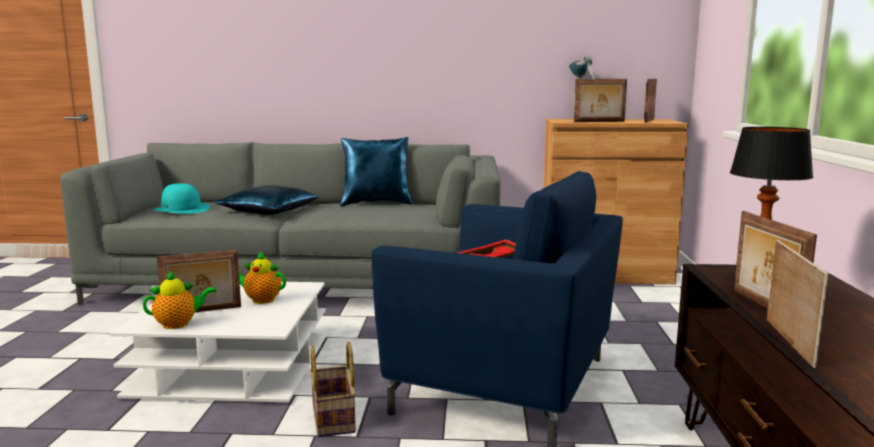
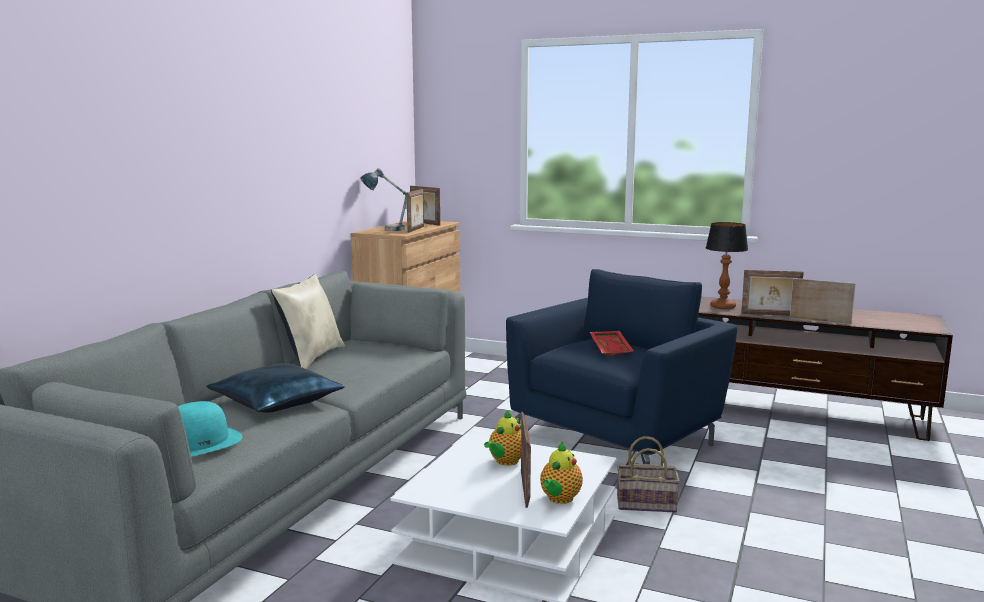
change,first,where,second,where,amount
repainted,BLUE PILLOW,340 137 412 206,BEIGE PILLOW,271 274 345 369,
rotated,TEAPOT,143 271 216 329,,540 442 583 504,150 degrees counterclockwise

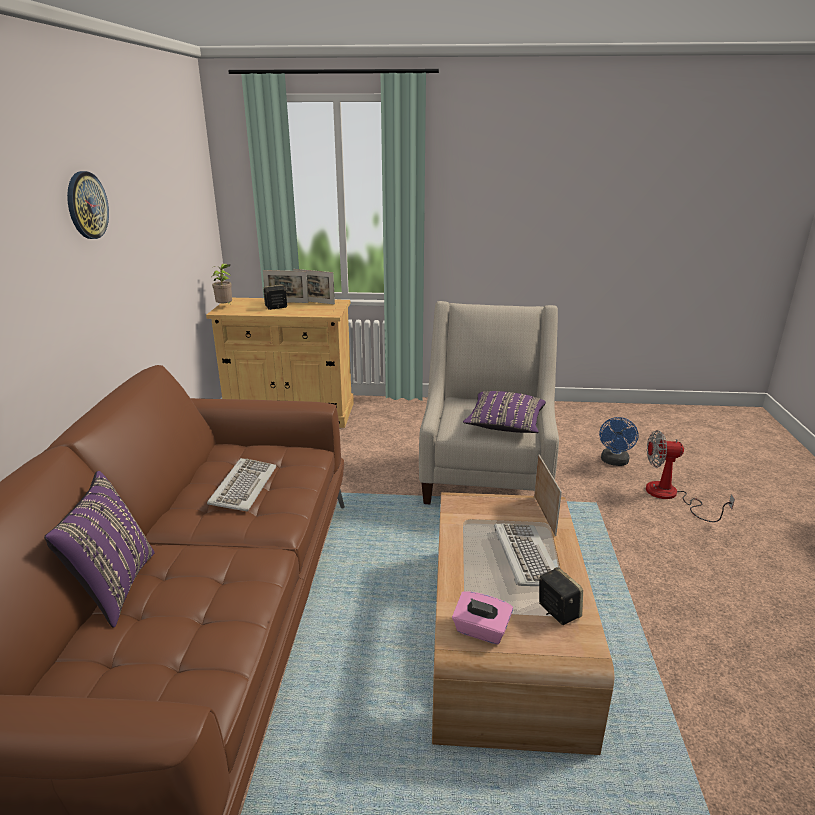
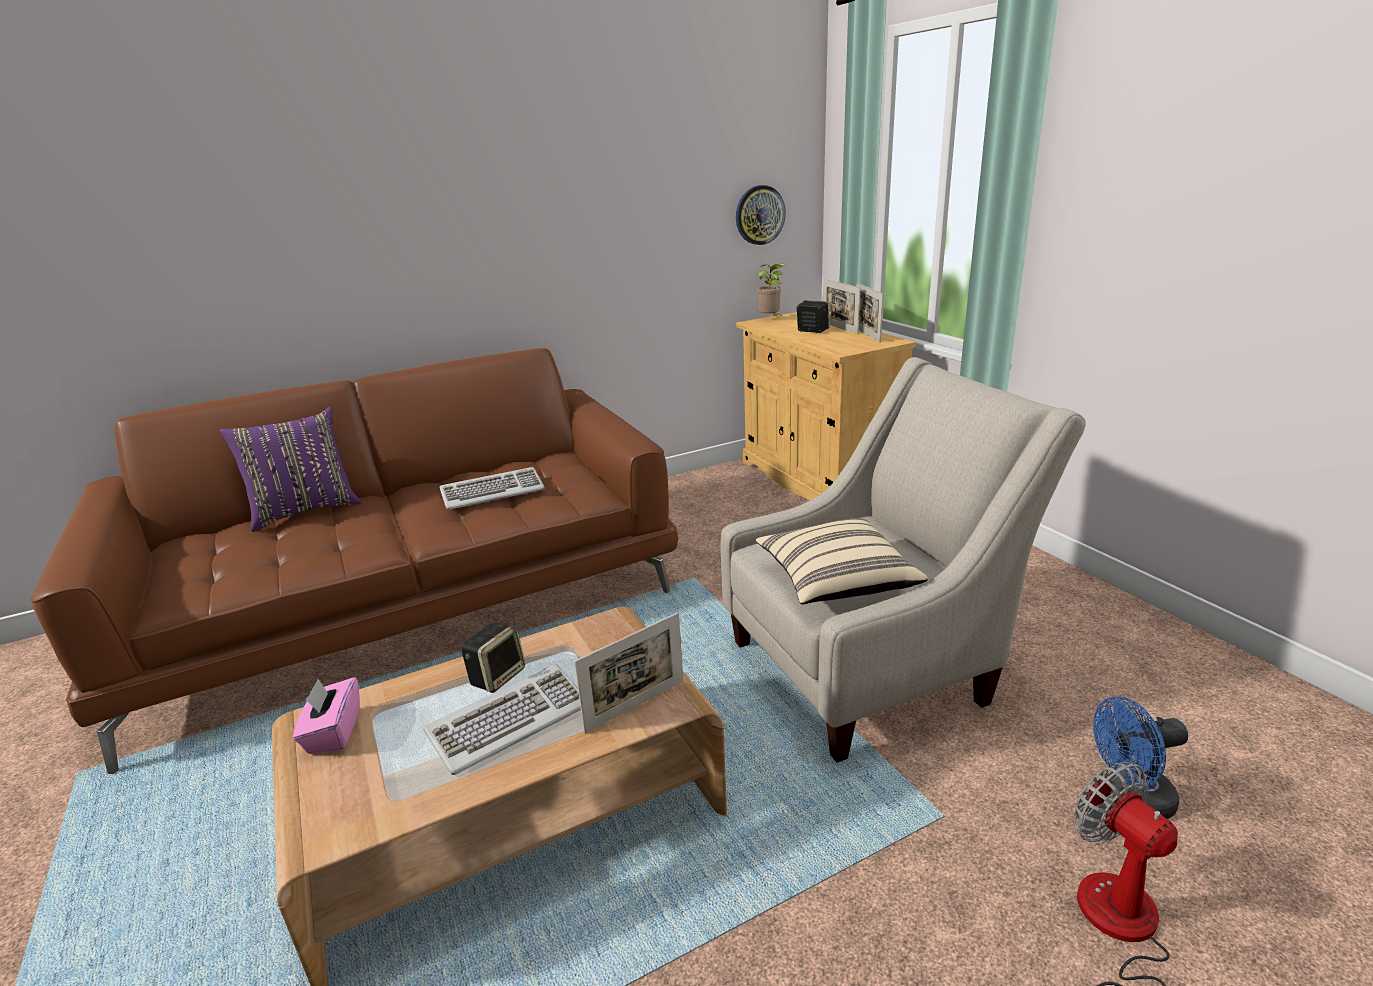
change,first,where,second,where,amount
shifted,WALL CLOCK,67 171 109 239,,736 185 786 245,
repainted,PURPLE PILLOW,463 391 546 433,BEIGE PILLOW,756 518 928 604,
shifted,SPEAKER,539 567 583 625,,461 622 525 693,

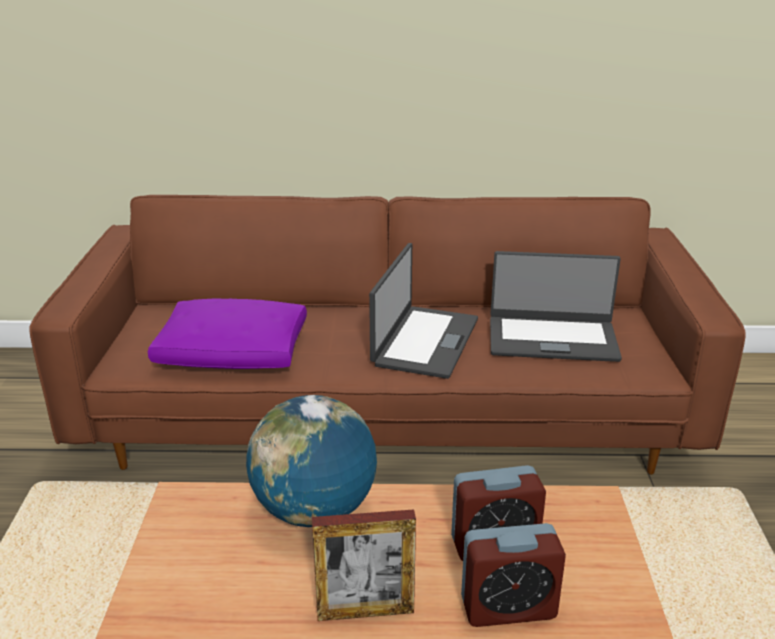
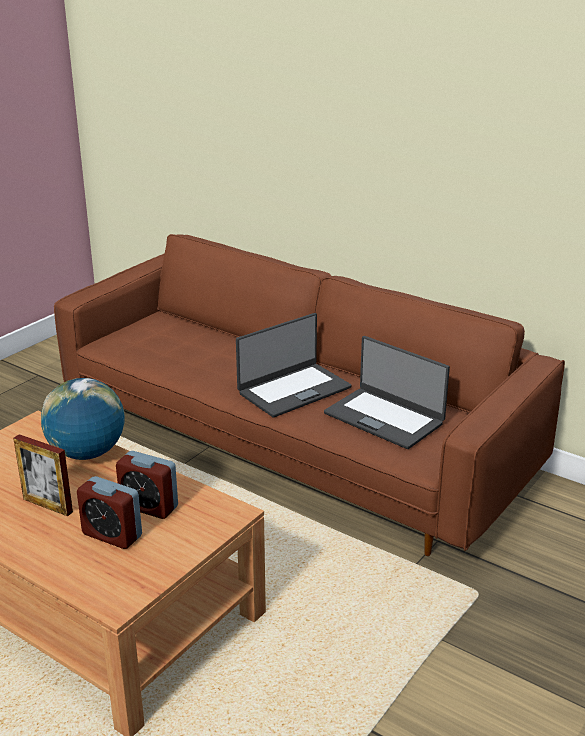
change,first,where,second,where,amount
gone,PURPLE PILLOW,148 298 307 369,,,

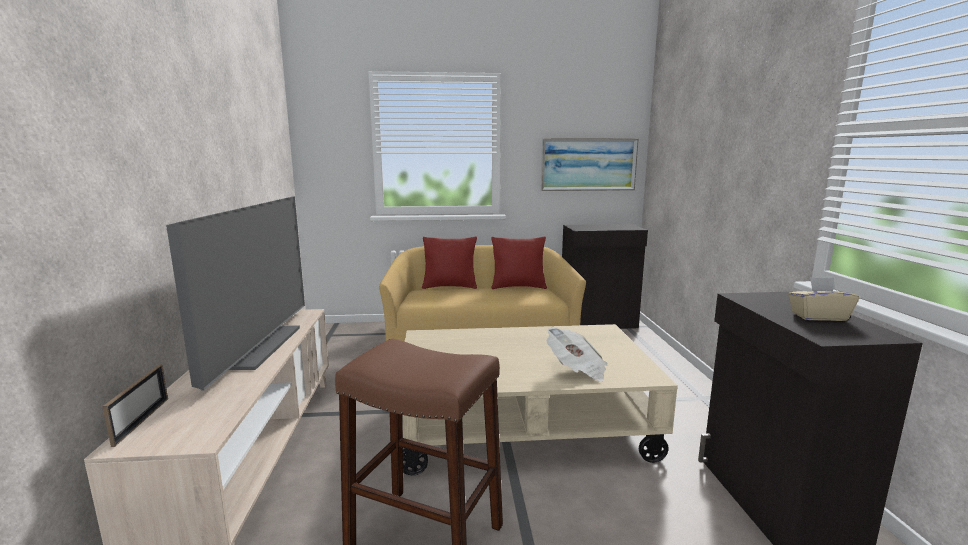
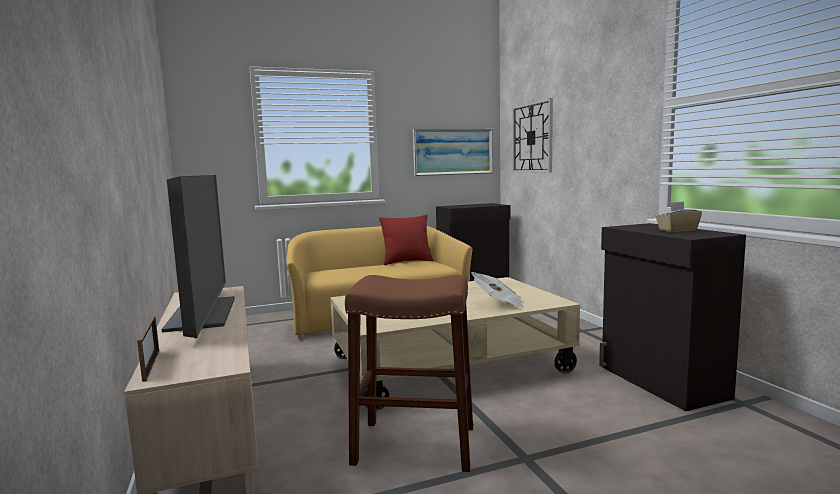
change,first,where,second,where,amount
gone,RED PILLOW,422 237 477 289,,,
new,,,WALL CLOCK,512 98 553 173,

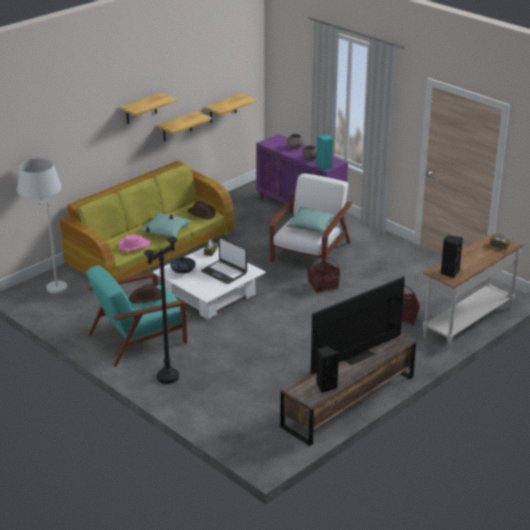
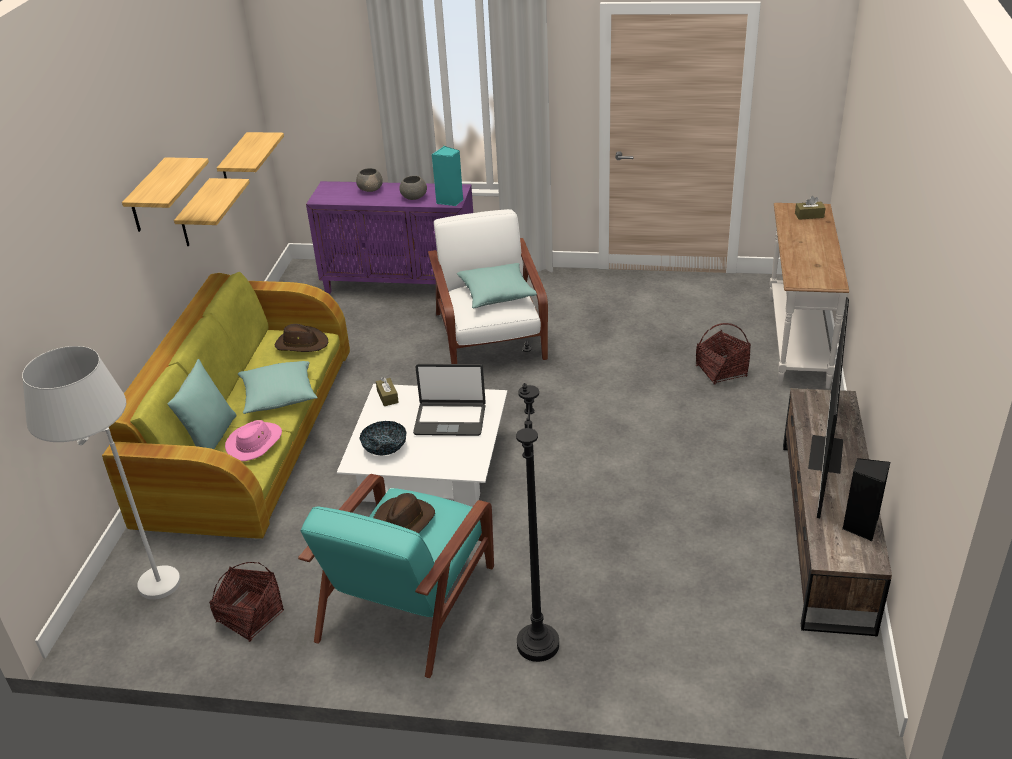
change,first,where,second,where,amount
gone,BLACK SPEAKER,441 235 463 279,,,
shifted,BASKET,308 256 340 294,,209 562 284 642,
new,,,TURQUOISE PILLOW,168 359 236 449,

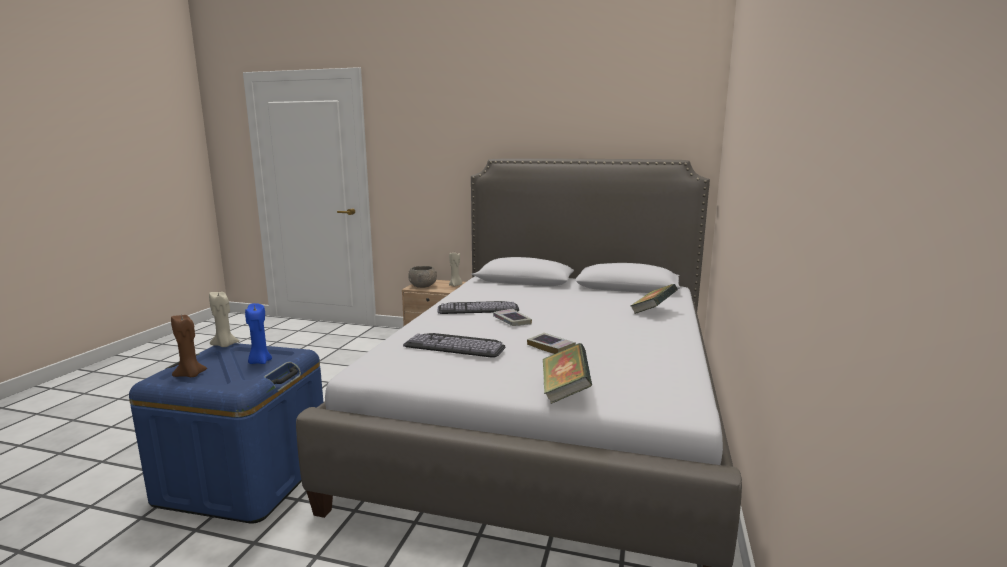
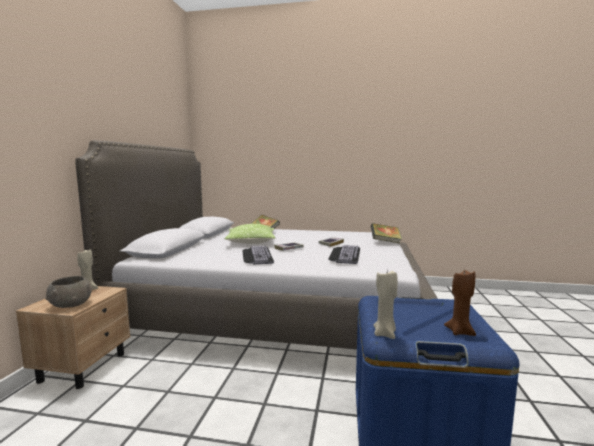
change,first,where,second,where,amount
gone,BLUE CANDLE,245 303 272 364,,,
new,,,PILLOW,224 224 276 244,

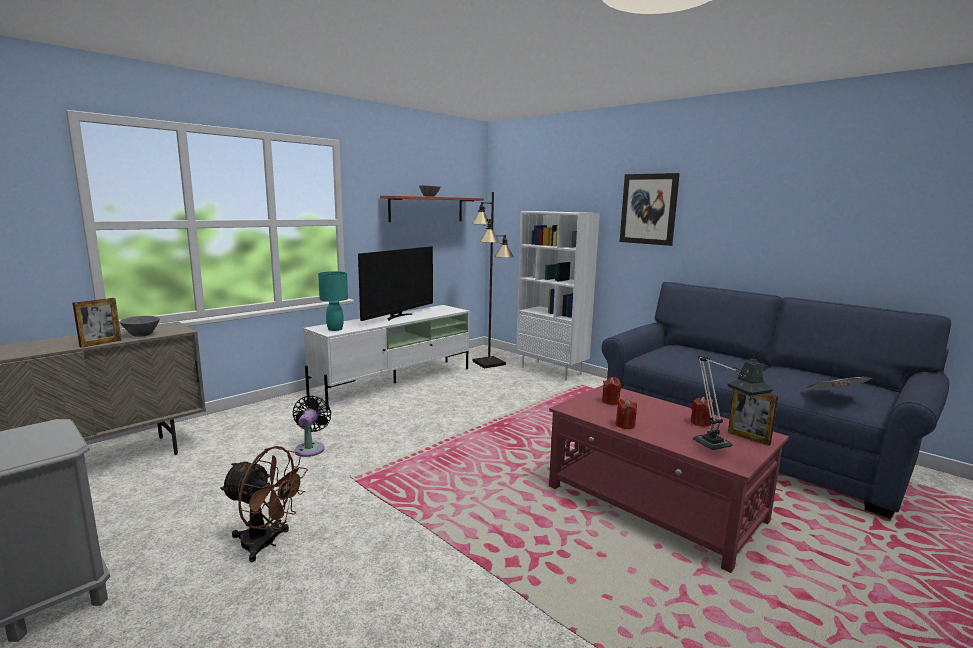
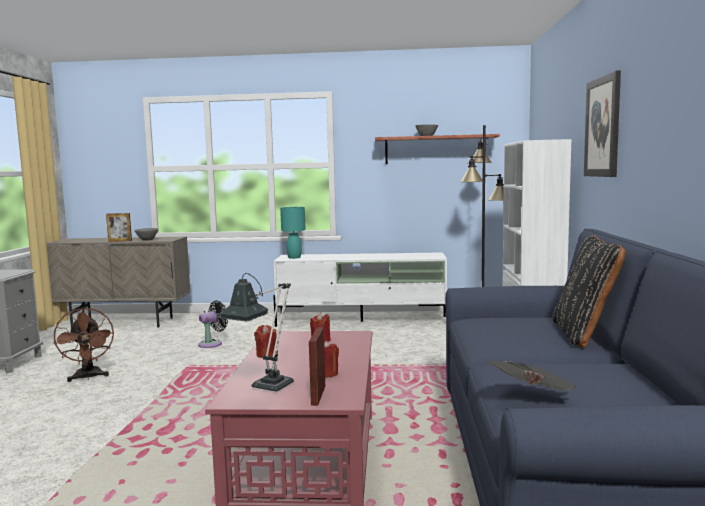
change,first,where,second,where,amount
gone,TELEVISION,358 246 433 321,,,
new,,,BLACK PILLOW,552 235 626 348,

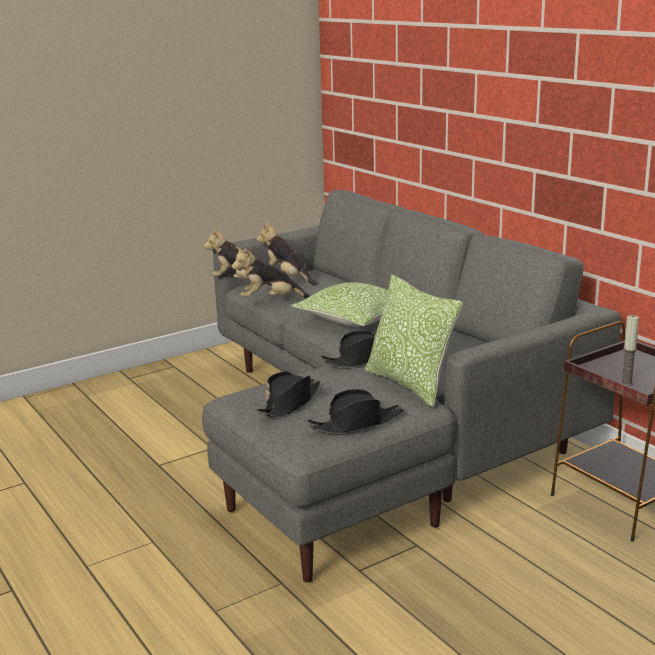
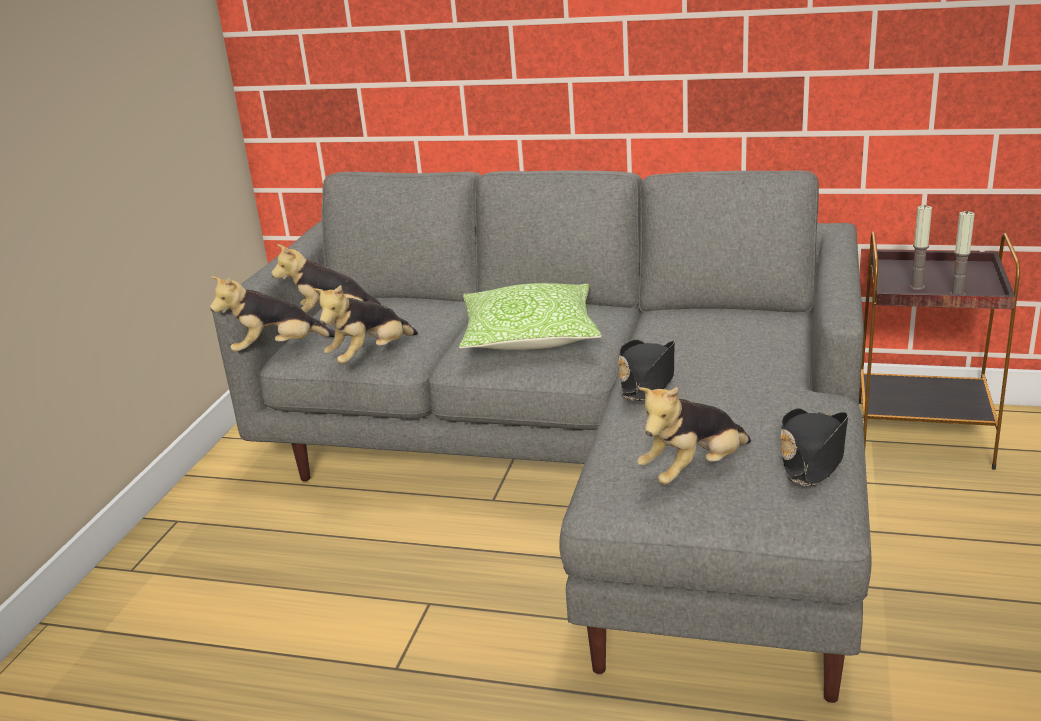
change,first,where,second,where,amount
gone,PILLOW,365 275 463 407,,,
swapped,BLACK HAT,257 371 320 417,PLUSH TOY,637 387 751 485,
new,,,CANDLE,909 206 932 290,

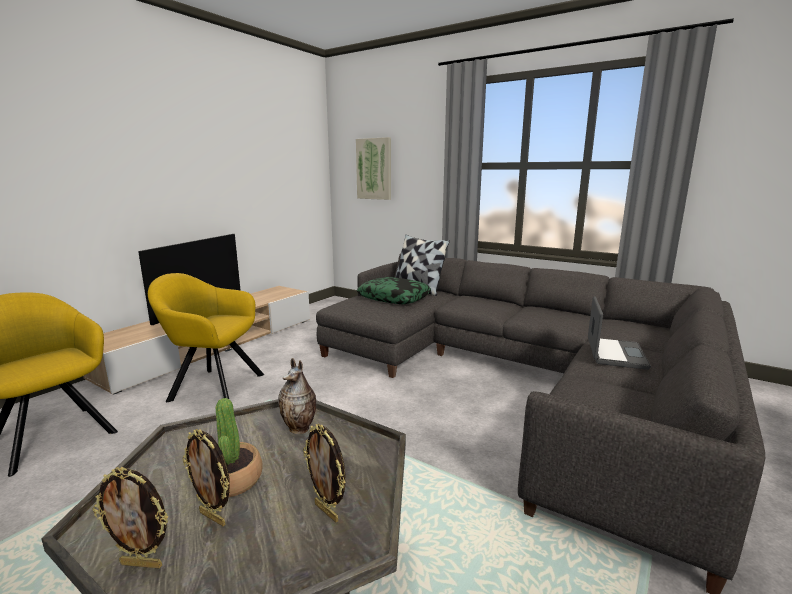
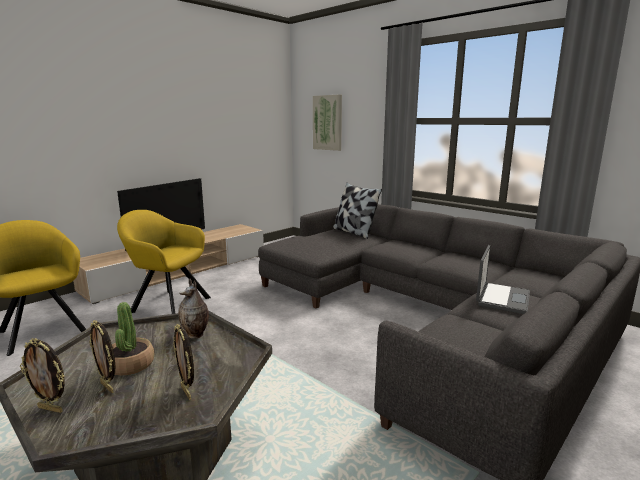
change,first,where,second,where,amount
gone,PILLOW,357 277 431 304,,,

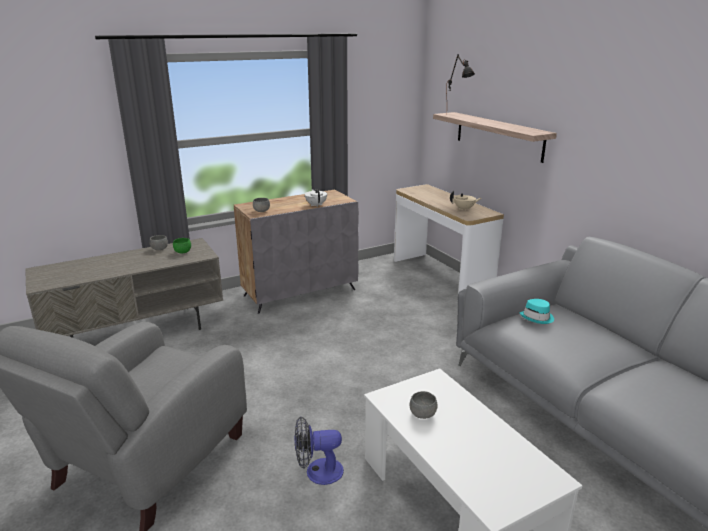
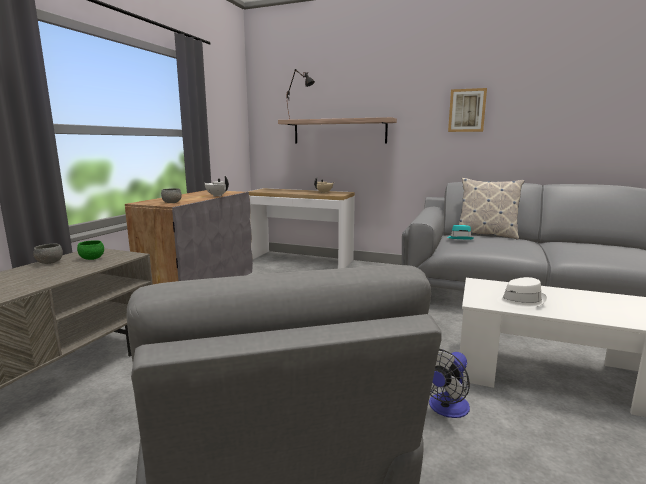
change,first,where,second,where,amount
swapped,GREY BOWL,410 391 438 419,WHITE HAT,497 277 547 308,
new,,,PICTURE,448 88 487 132,
new,,,PILLOW,459 178 525 240,

